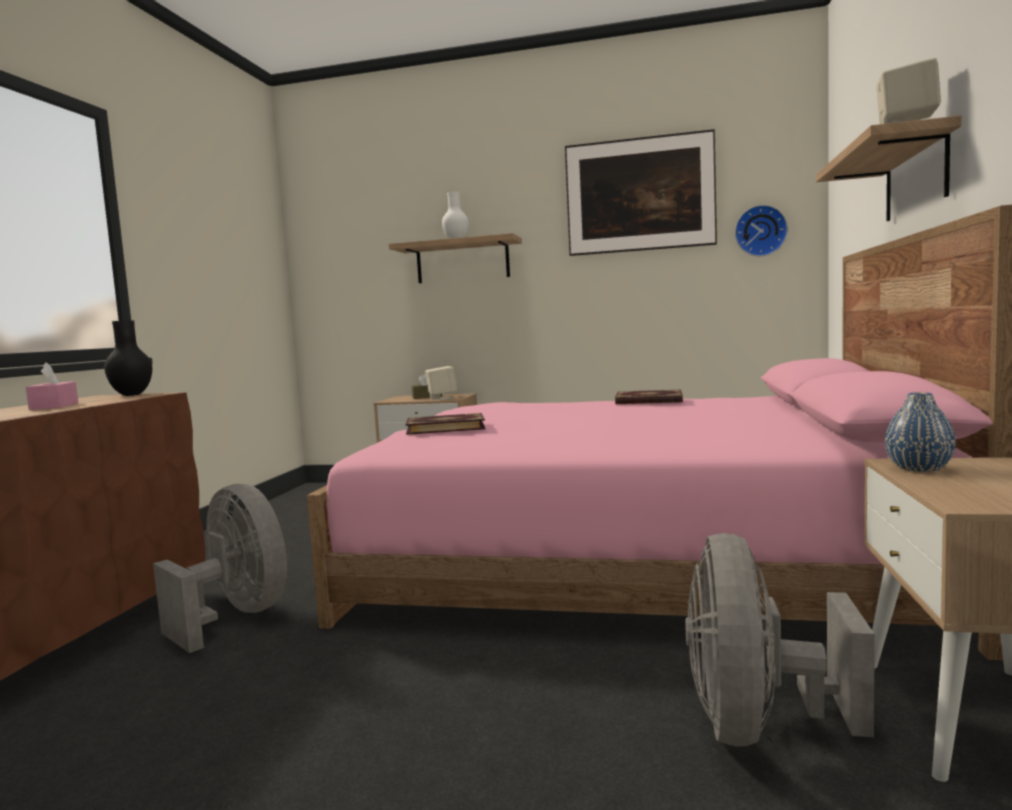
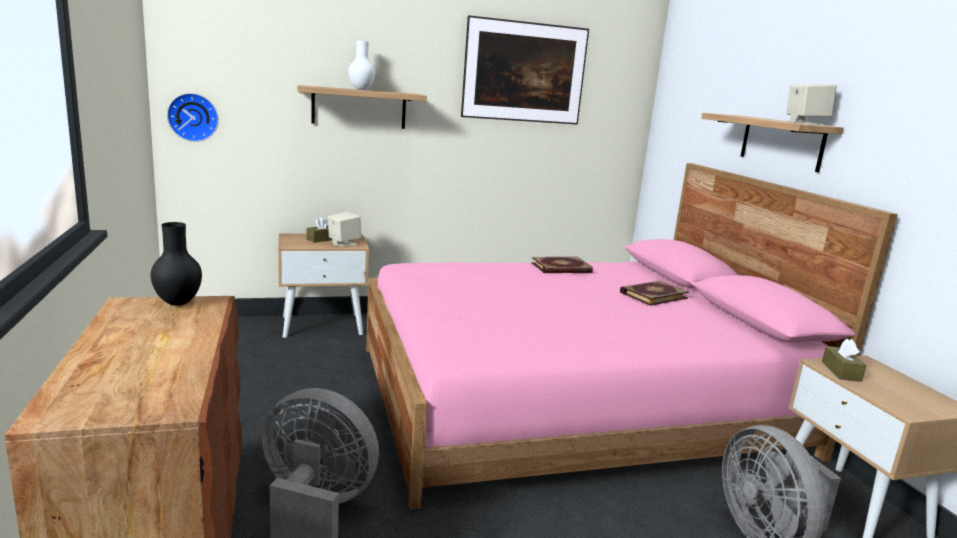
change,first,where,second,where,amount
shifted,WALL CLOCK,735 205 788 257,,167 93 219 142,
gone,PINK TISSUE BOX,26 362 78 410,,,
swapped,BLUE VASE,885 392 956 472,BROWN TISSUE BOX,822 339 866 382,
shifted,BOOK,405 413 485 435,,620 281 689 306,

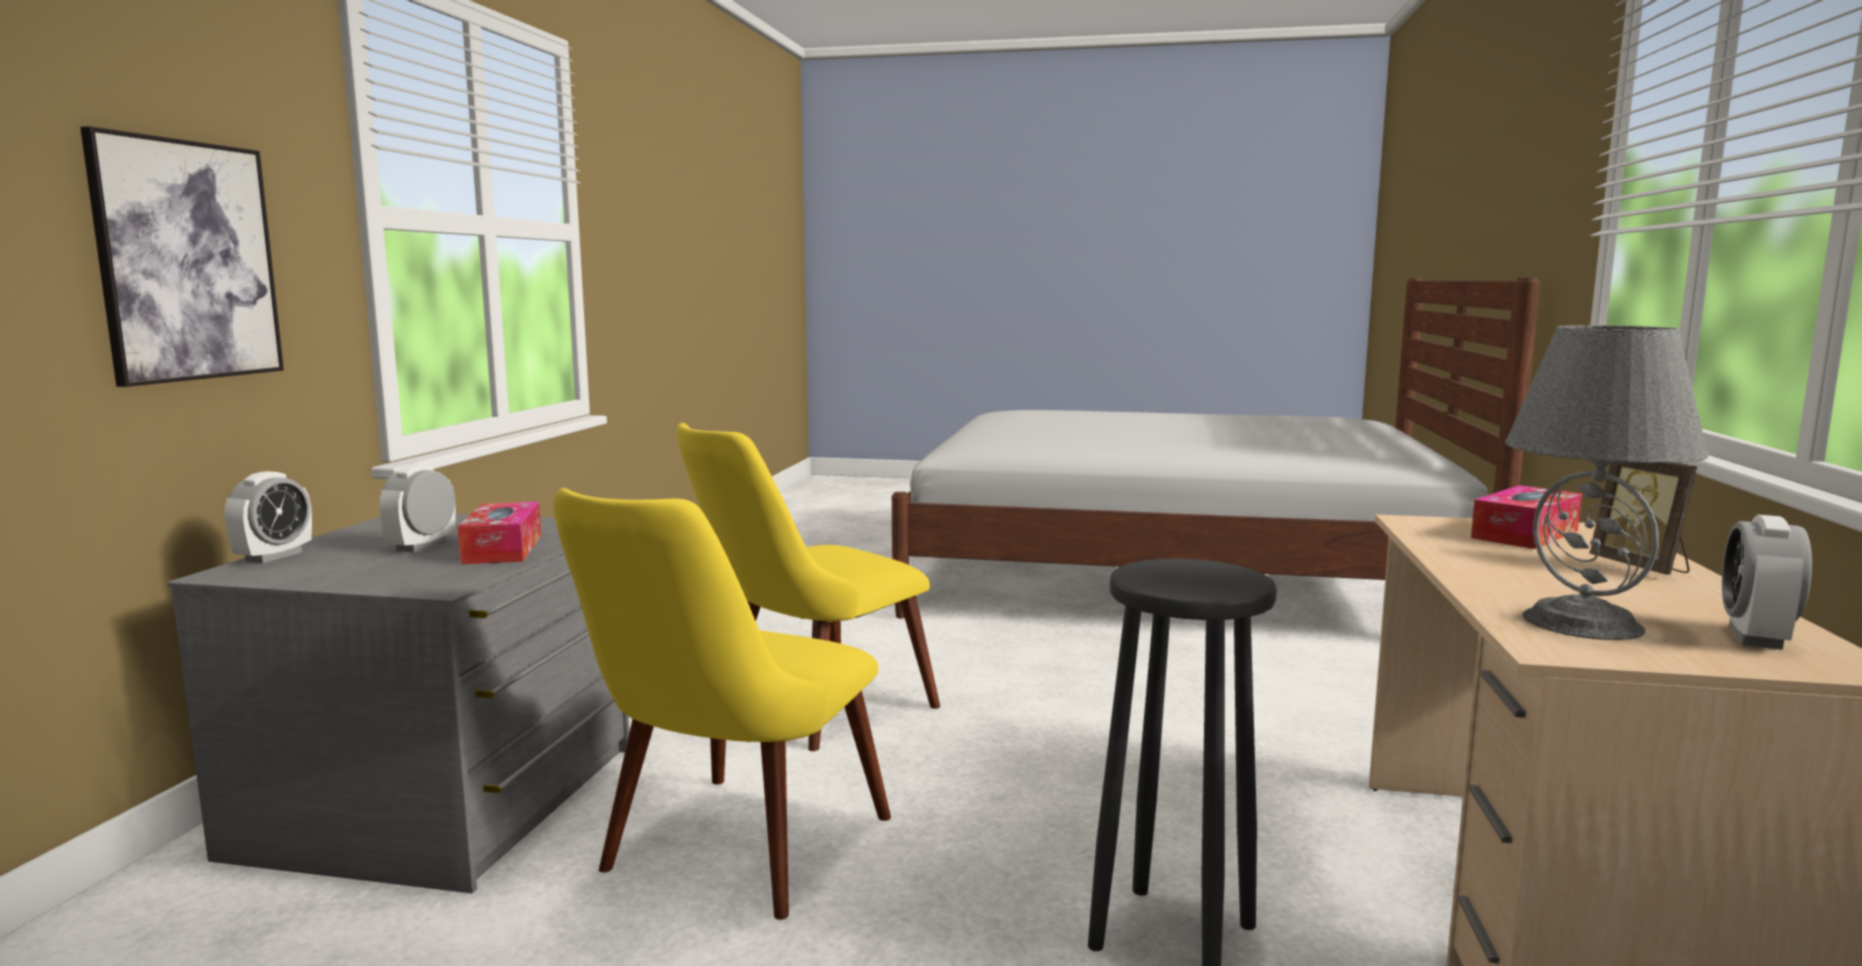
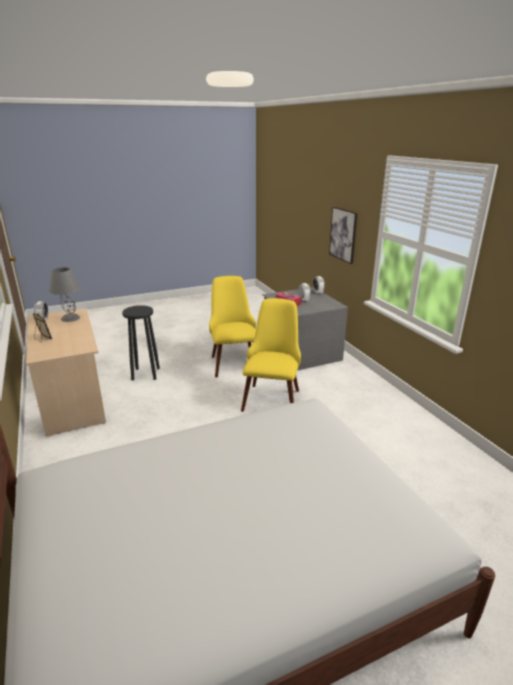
change,first,where,second,where,amount
gone,TISSUE BOX,1471 485 1582 549,,,

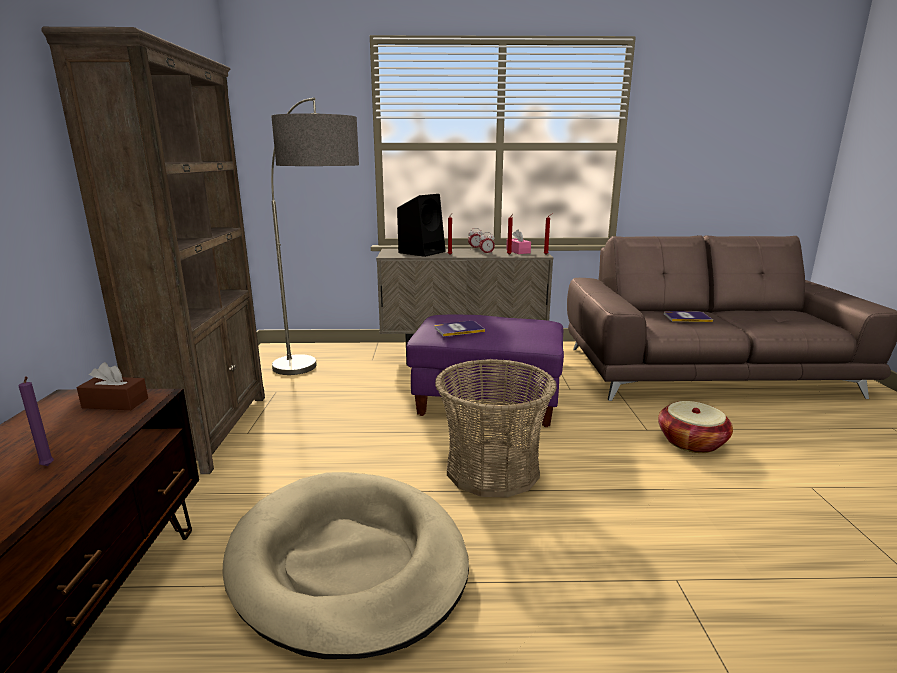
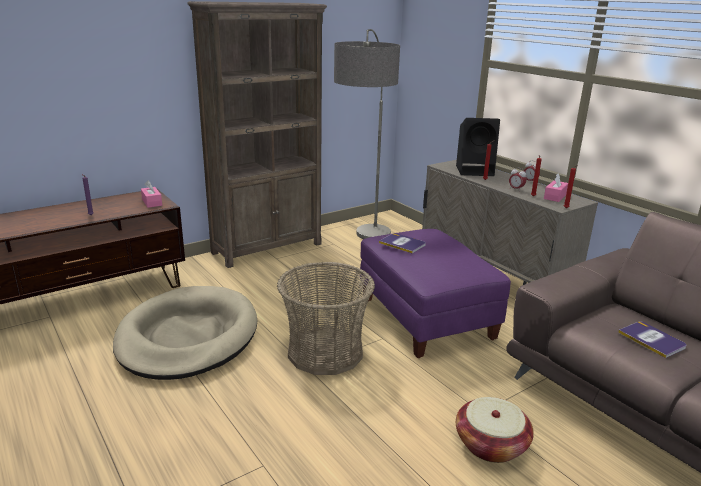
change,first,where,second,where,amount
repainted,BROWN TISSUE BOX,77 362 148 410,PINK TISSUE BOX,141 181 162 208,

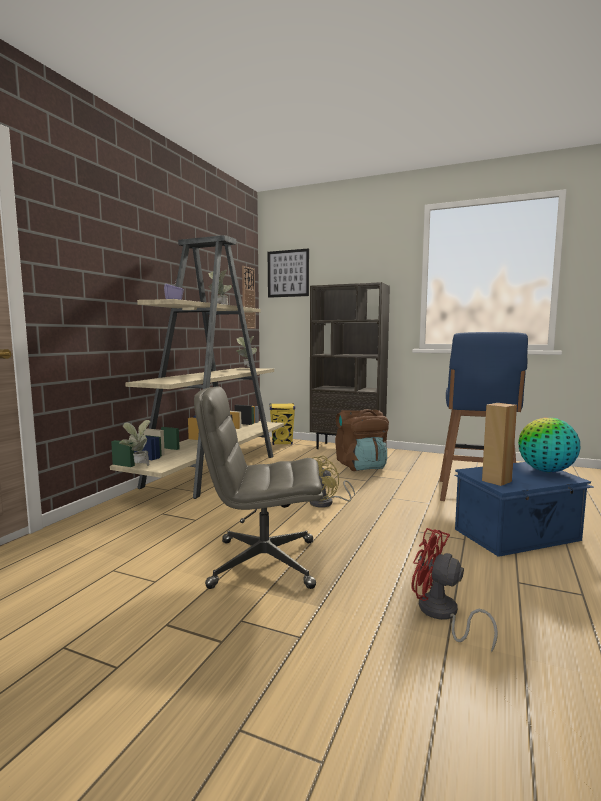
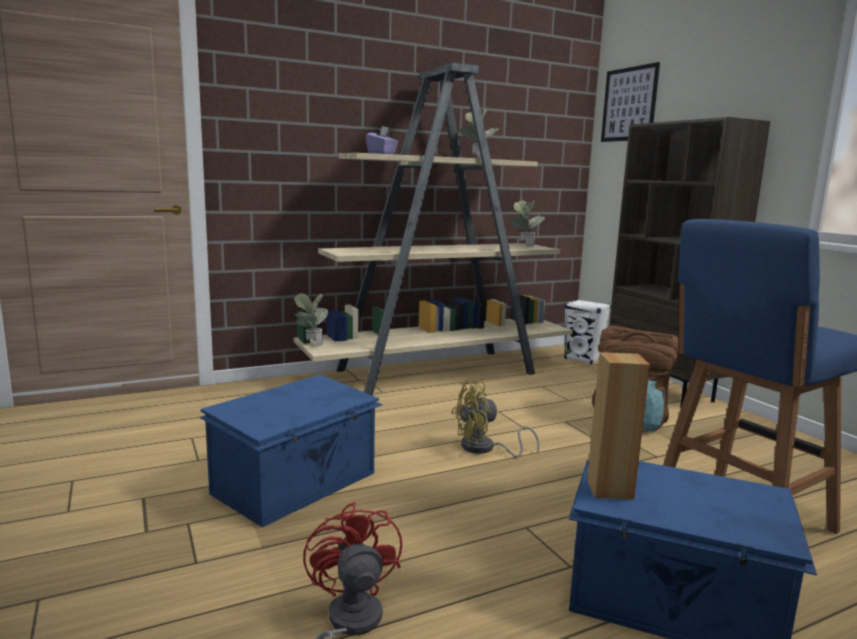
change,first,where,second,where,amount
gone,WALL CLOCK,242 266 256 329,,,
swapped,GREY OFFICE CHAIR,194 386 323 589,BLUE STORAGE BOX,200 374 383 527,
repainted,YELLOW SPEAKER,269 403 295 445,WHITE SPEAKER,564 299 611 364,
gone,GLOBE,518 417 581 472,,,

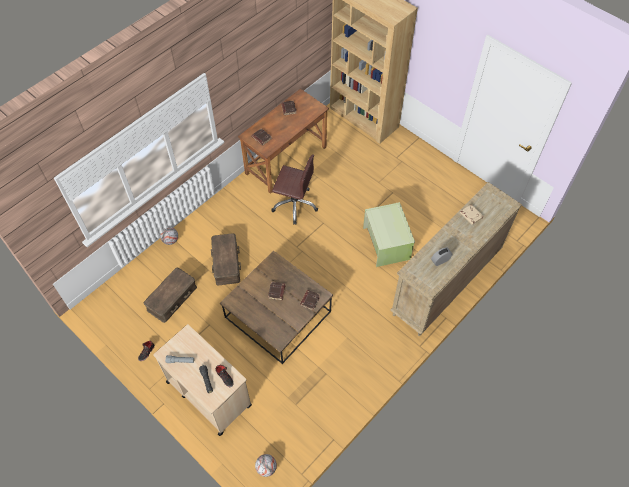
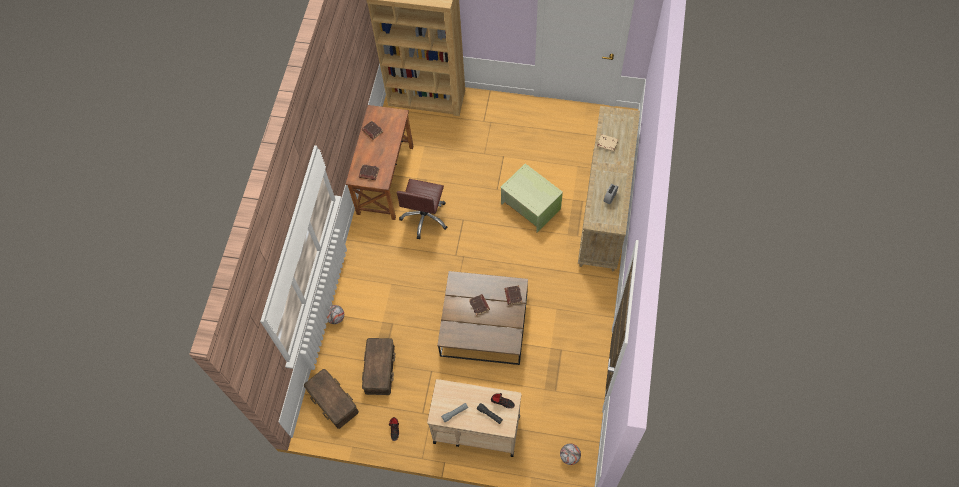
change,first,where,second,where,amount
rotated,BROWN OFFICE CHAIR,271 155 318 225,,396 179 447 239,120 degrees clockwise
shifted,BROWN STORAGE BOX,211 233 241 285,,304 369 359 429,

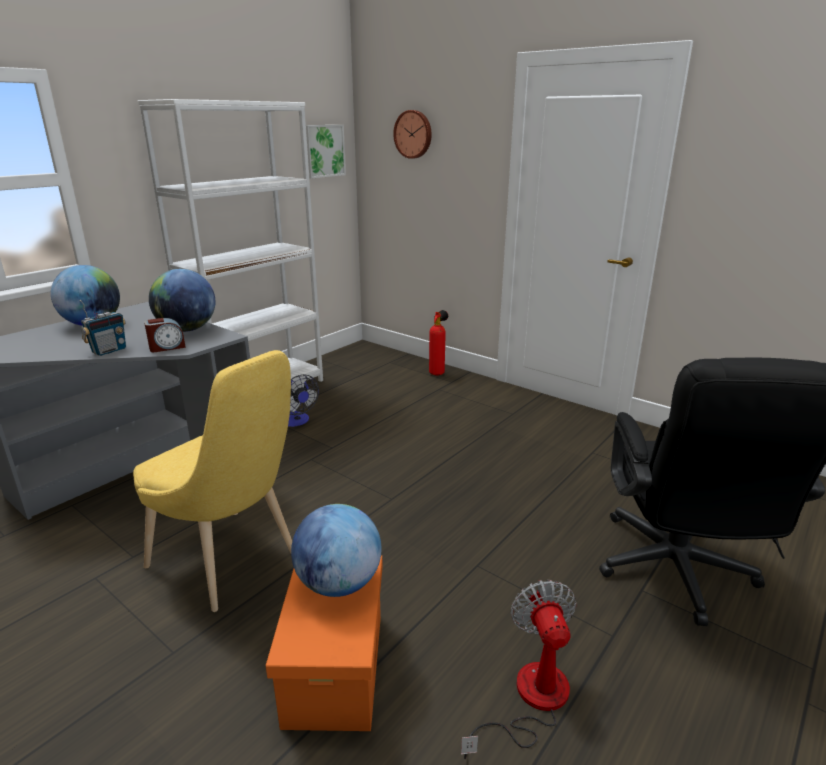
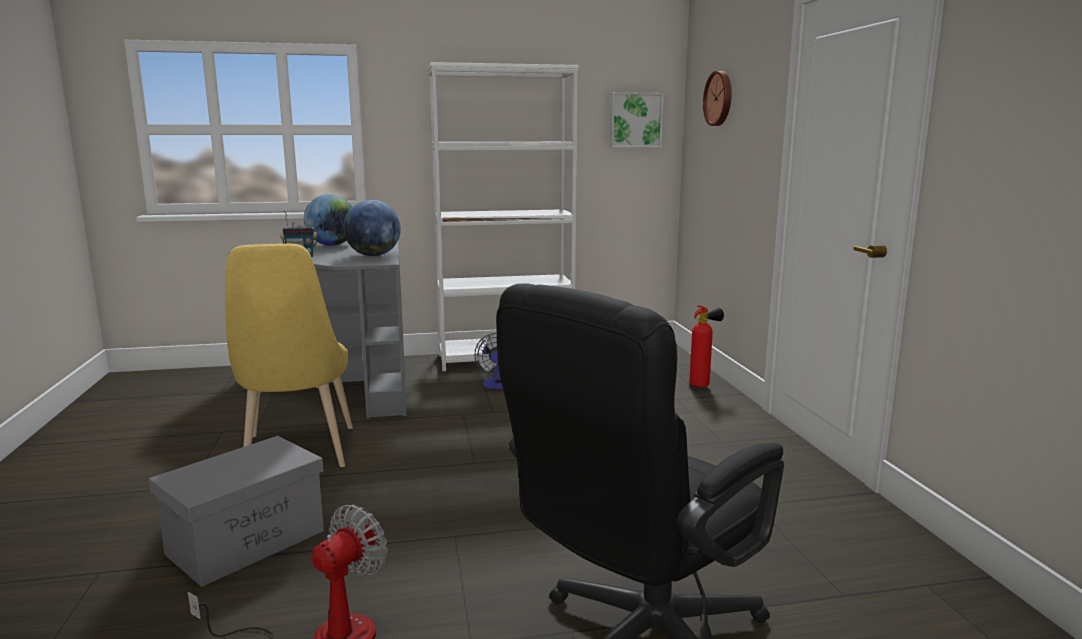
change,first,where,second,where,amount
gone,ALARM CLOCK,144 318 186 352,,,
gone,GLOBE,291 504 381 597,,,
repainted,ORANGE STORAGE BOX,266 555 383 731,GREY STORAGE BOX,149 436 324 587,

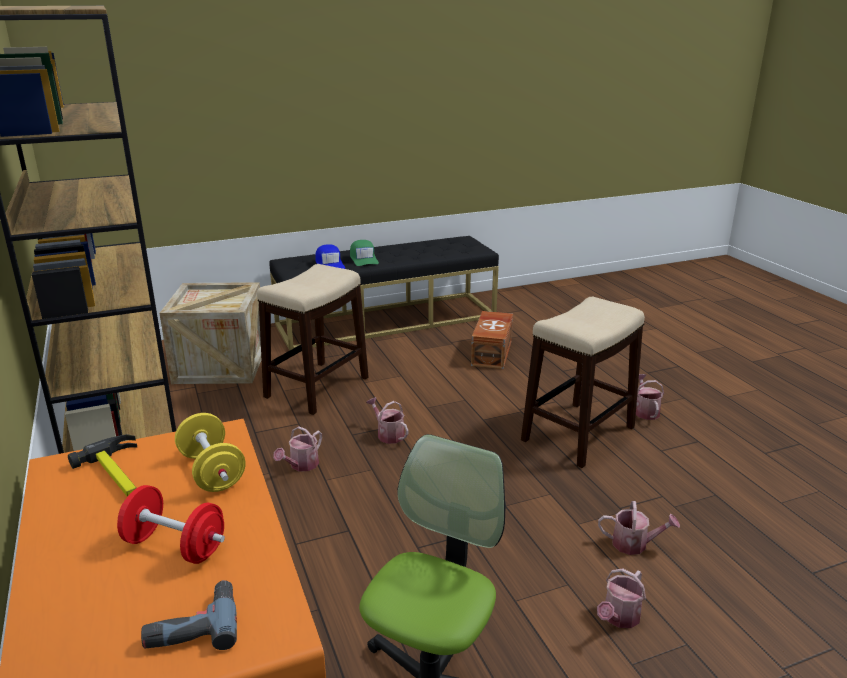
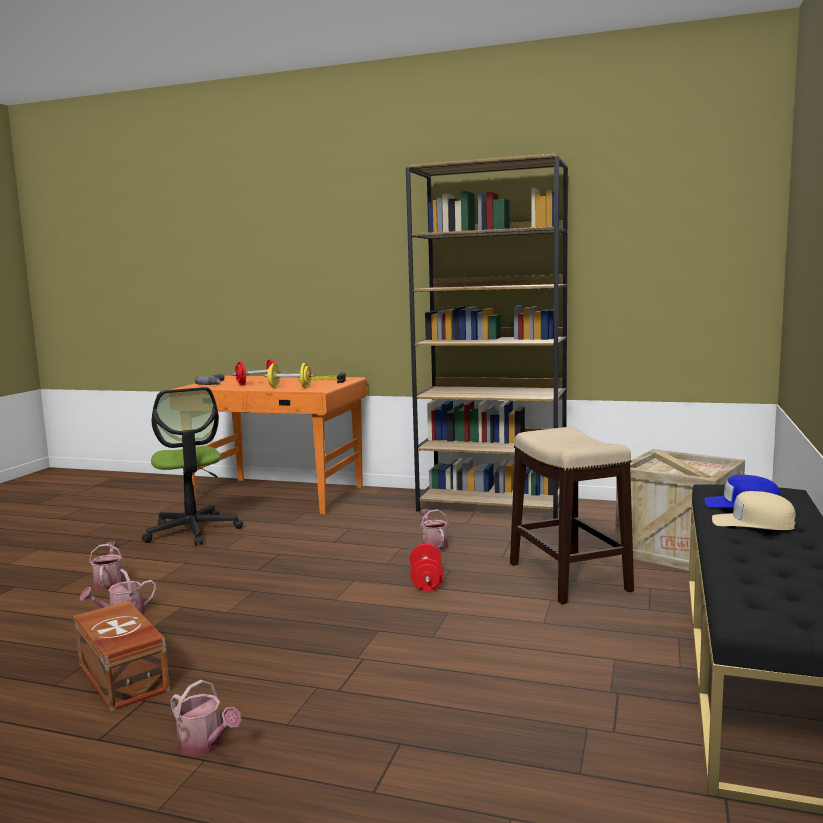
change,first,where,second,where,amount
repainted,GREEN CAP,350 240 379 266,BEIGE CAP,712 491 797 530,
gone,STOOL,521 297 645 468,,,
shifted,BROWN STORAGE BOX,471 311 513 369,,74 601 170 711,
swapped,WATERING CAN,366 397 409 444,RED DUMBBELL,410 544 444 591,

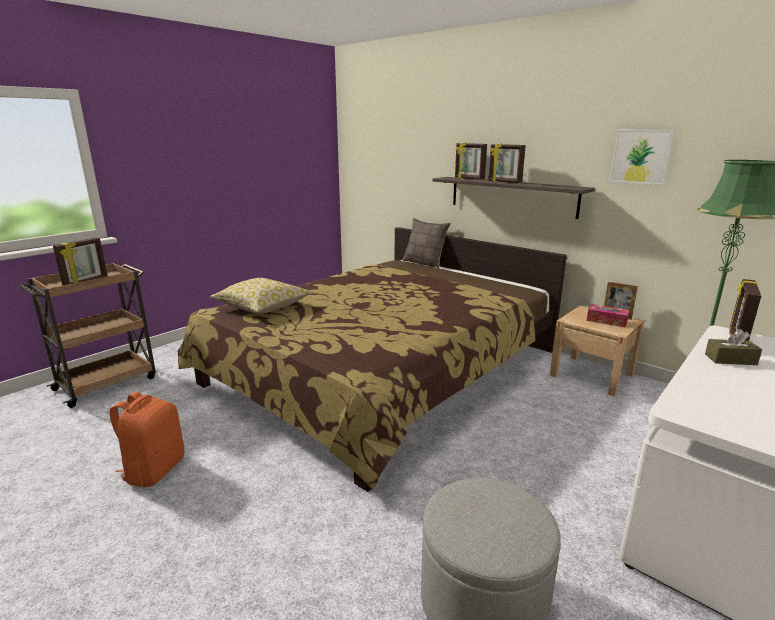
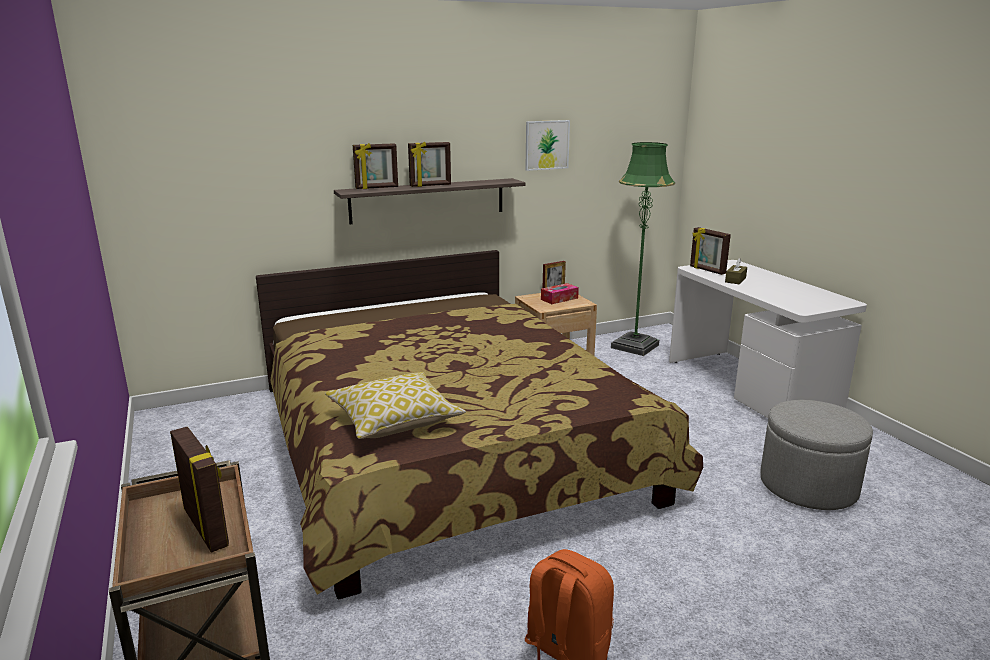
change,first,where,second,where,amount
gone,PILLOW,403 218 451 268,,,

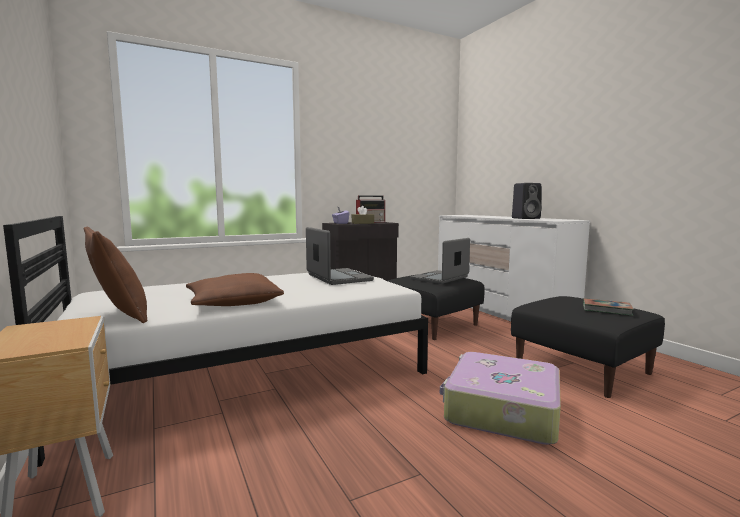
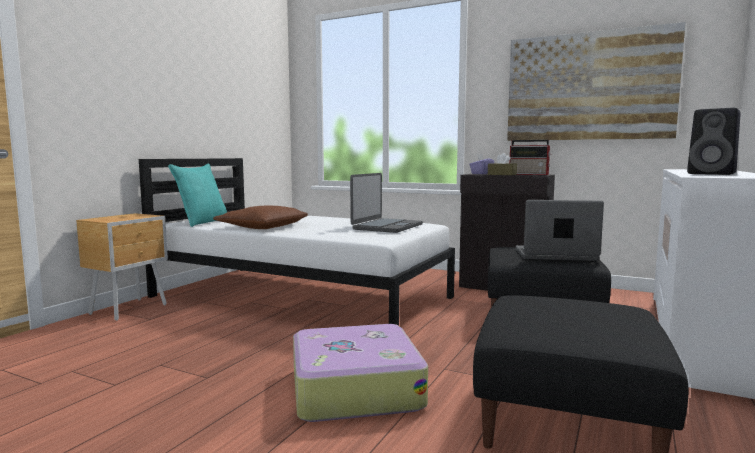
change,first,where,second,where,amount
repainted,BROWN PILLOW,84 227 147 323,TURQUOISE PILLOW,168 164 227 227,
gone,BOOK,583 298 634 316,,,
new,,,PICTURE,507 22 685 141,

